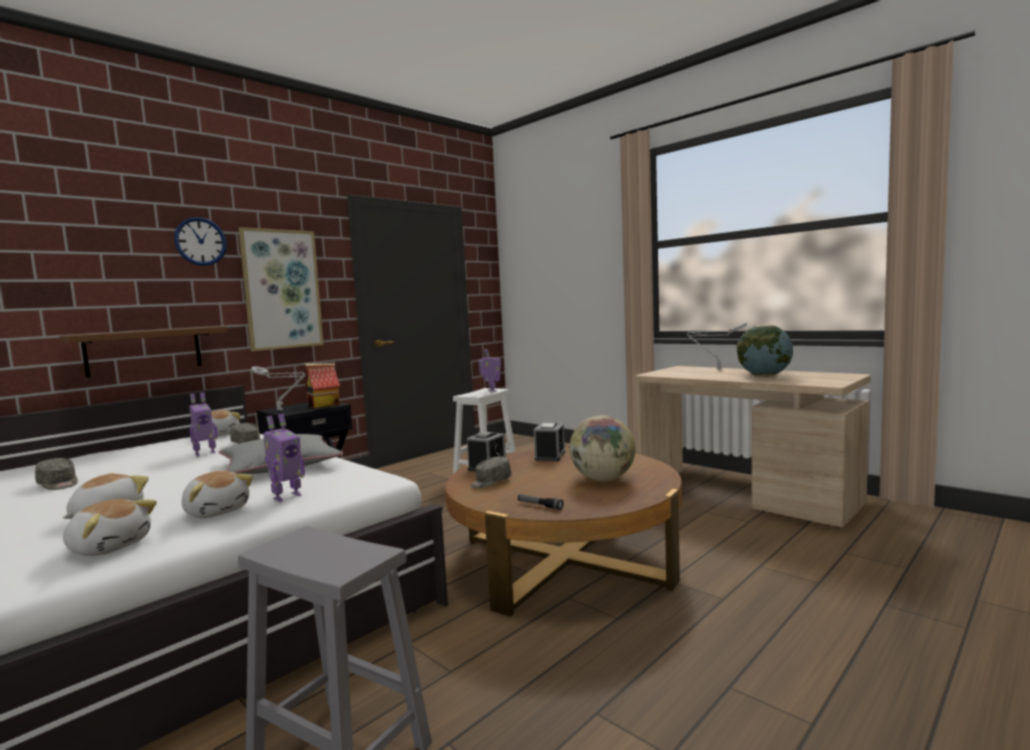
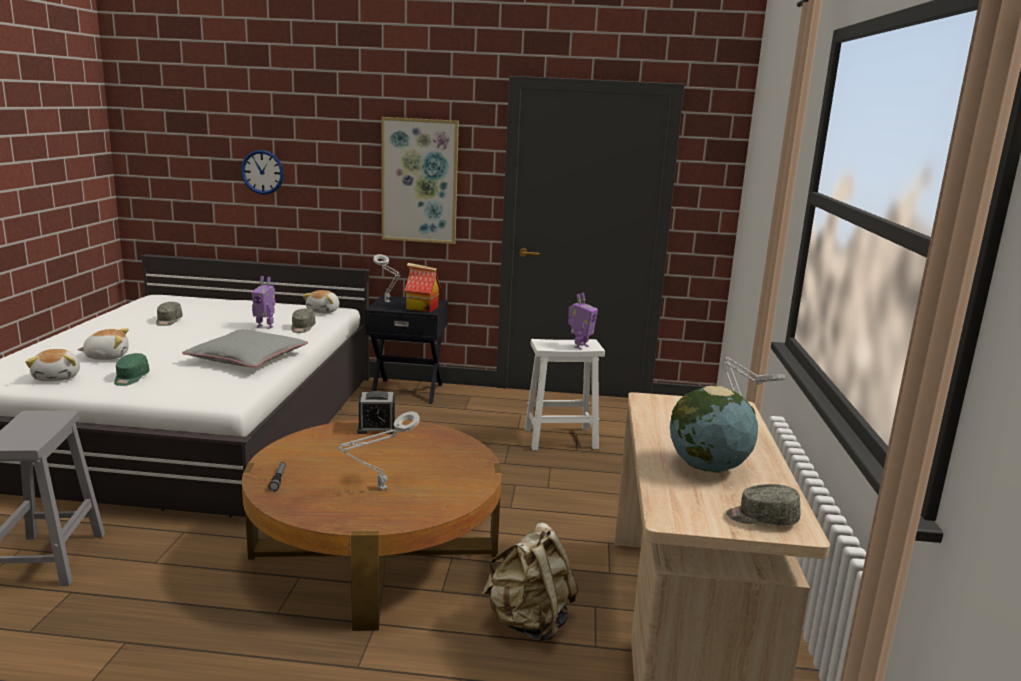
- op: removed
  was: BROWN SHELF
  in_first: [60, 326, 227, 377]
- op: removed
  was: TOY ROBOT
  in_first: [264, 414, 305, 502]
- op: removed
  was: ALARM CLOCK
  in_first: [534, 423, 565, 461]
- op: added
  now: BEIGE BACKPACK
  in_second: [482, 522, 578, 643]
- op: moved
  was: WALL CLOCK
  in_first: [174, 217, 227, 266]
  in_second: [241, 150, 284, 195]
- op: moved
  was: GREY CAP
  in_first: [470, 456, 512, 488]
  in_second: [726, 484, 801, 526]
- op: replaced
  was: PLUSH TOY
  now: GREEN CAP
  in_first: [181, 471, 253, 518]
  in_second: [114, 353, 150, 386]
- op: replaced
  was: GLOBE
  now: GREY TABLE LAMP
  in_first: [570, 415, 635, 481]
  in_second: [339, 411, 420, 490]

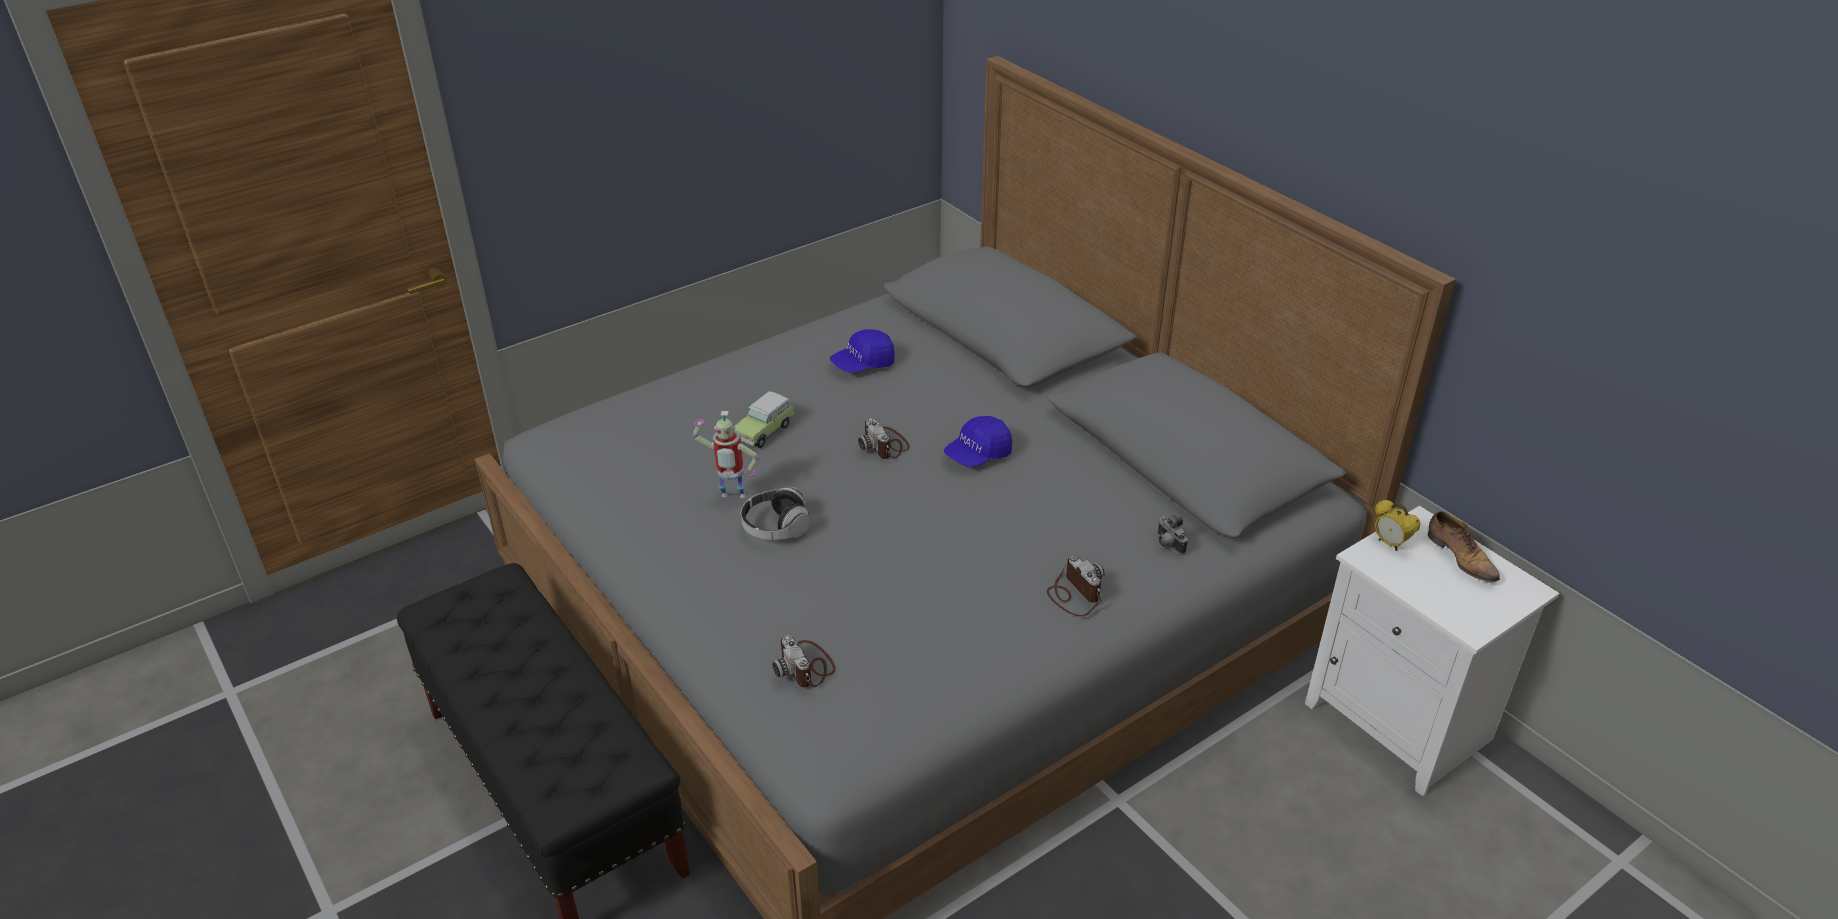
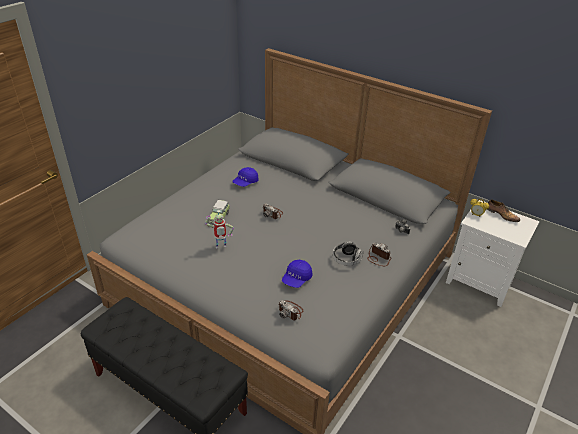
- op: moved
  was: HEADPHONES
  in_first: [741, 487, 810, 540]
  in_second: [333, 241, 363, 266]
- op: moved
  was: BLUE CAP
  in_first: [944, 416, 1012, 467]
  in_second: [282, 260, 312, 288]

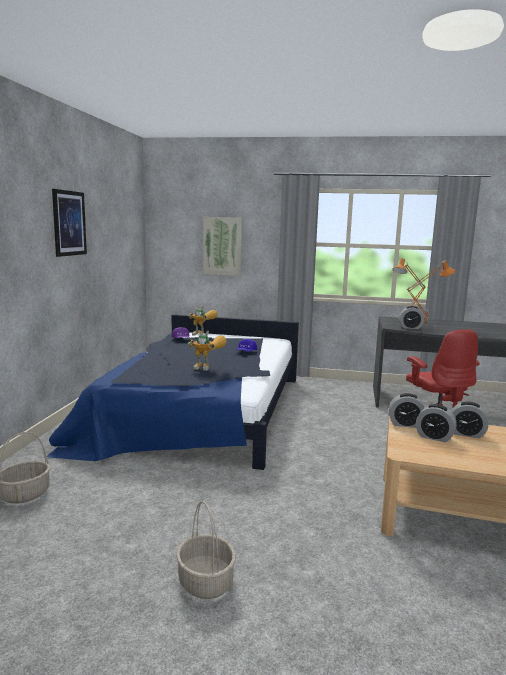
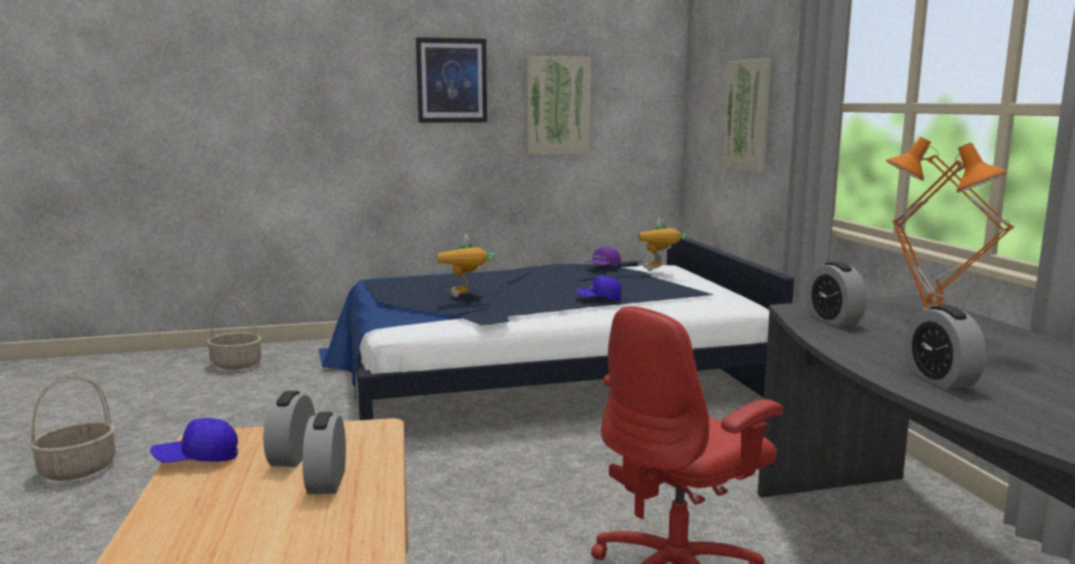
- op: added
  now: BLUE CAP
  in_second: [150, 418, 238, 463]
- op: added
  now: PICTURE
  in_second: [526, 56, 591, 155]
- op: moved
  was: ALARM CLOCK
  in_first: [389, 393, 424, 428]
  in_second: [905, 305, 986, 389]

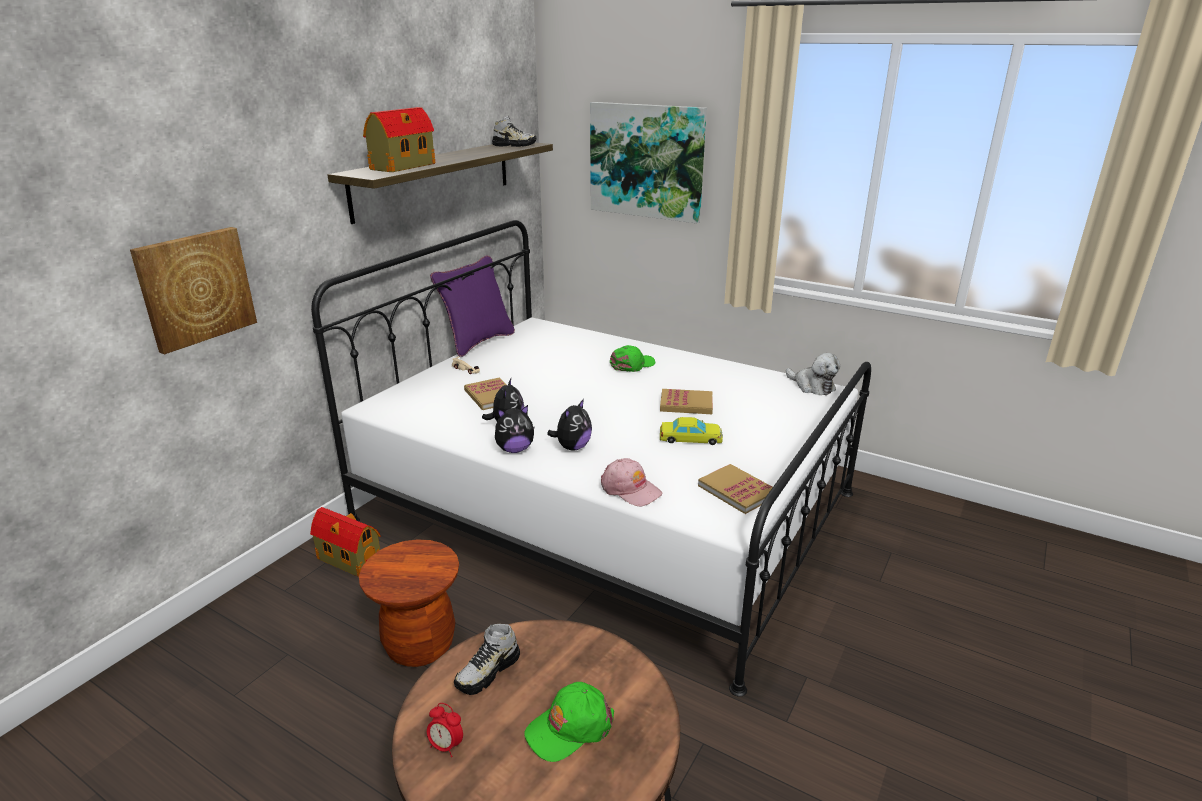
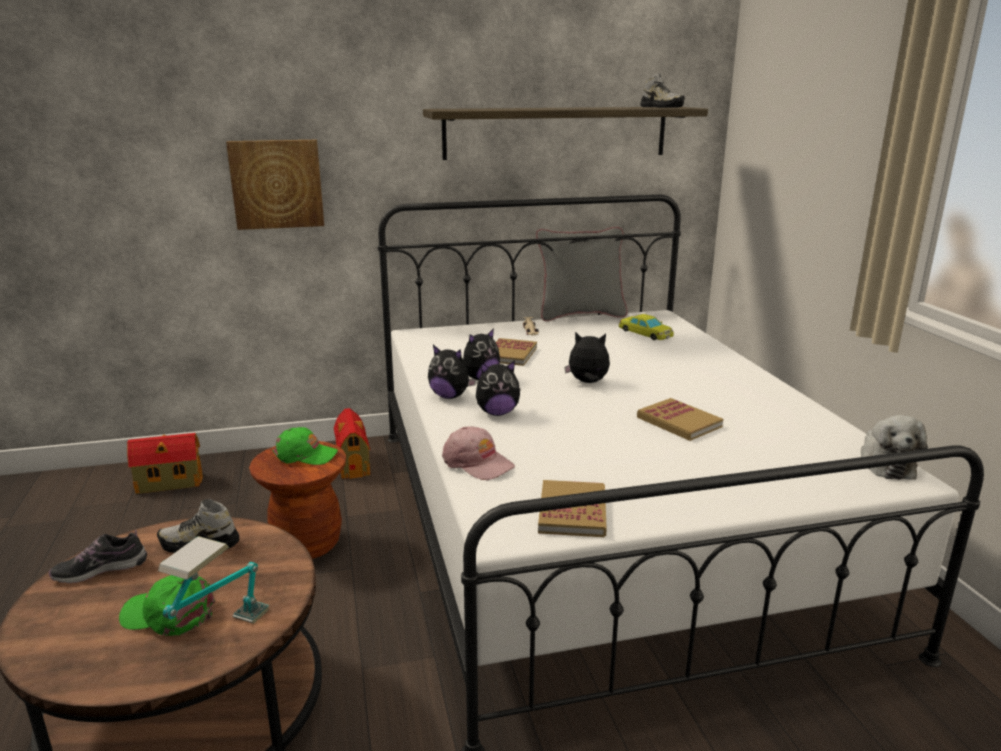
- op: removed
  was: PICTURE
  in_first: [590, 102, 707, 223]
- op: added
  now: TABLE LAMP
  in_second: [158, 536, 269, 624]
- op: added
  now: PLUSH TOY
  in_second: [564, 332, 610, 383]
- op: moved
  was: TOY HOUSE
  in_first: [363, 107, 435, 172]
  in_second: [127, 433, 203, 494]
- op: moved
  was: GREEN CAP
  in_first: [610, 345, 655, 372]
  in_second: [273, 427, 338, 465]
- op: moved
  was: YELLOW TOY CAR
  in_first: [660, 417, 723, 445]
  in_second: [618, 314, 674, 340]
- op: replaced
  was: ALARM CLOCK
  now: SHOE
  in_first: [427, 703, 463, 757]
  in_second: [49, 530, 147, 583]
- op: recoloured
  was: PURPLE PILLOW
  now: GREY PILLOW
  in_first: [430, 256, 515, 357]
  in_second: [536, 227, 628, 321]
- op: turned
  was: PINK CAP
  in_first: [601, 458, 662, 507]
  in_second: [442, 426, 515, 480]
  clockwise: -45

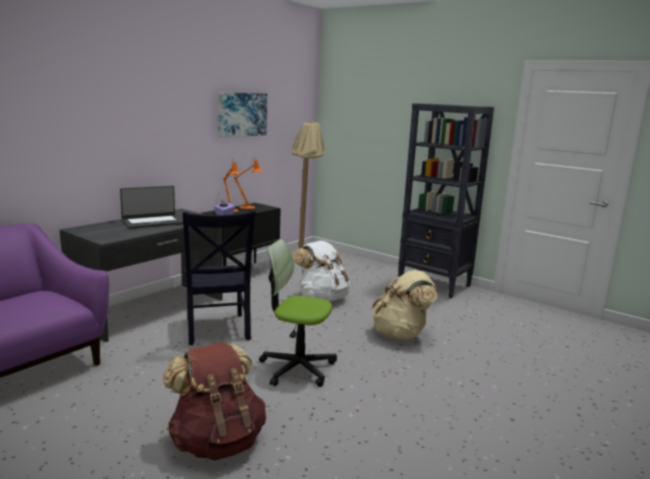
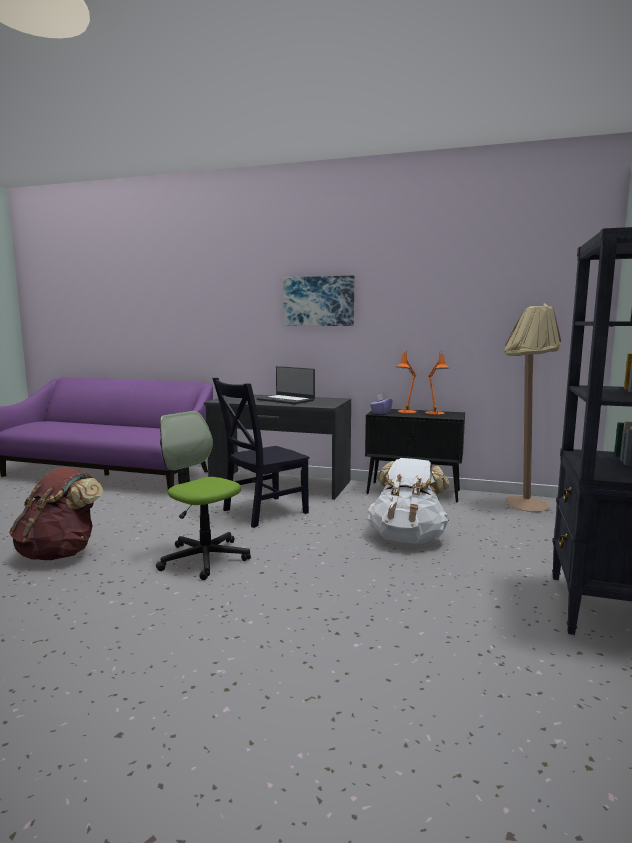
- op: removed
  was: BEIGE BACKPACK
  in_first: [372, 270, 437, 340]
- op: moved
  was: PICTURE
  in_first: [218, 92, 267, 137]
  in_second: [283, 275, 354, 326]
- op: turned
  was: OFFICE CHAIR
  in_first: [259, 239, 337, 387]
  in_second: [156, 411, 251, 580]
  clockwise: -45

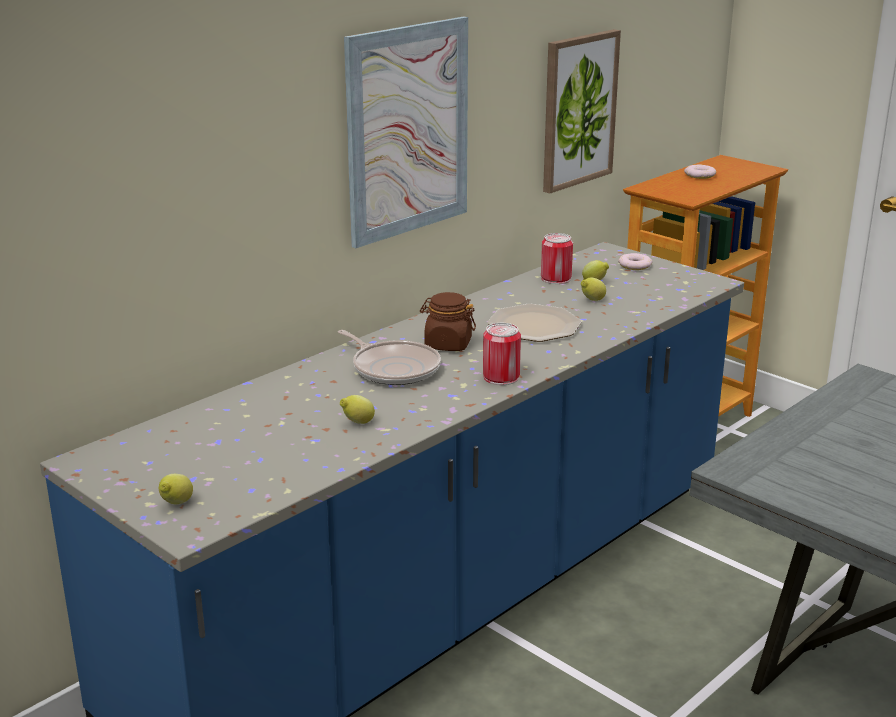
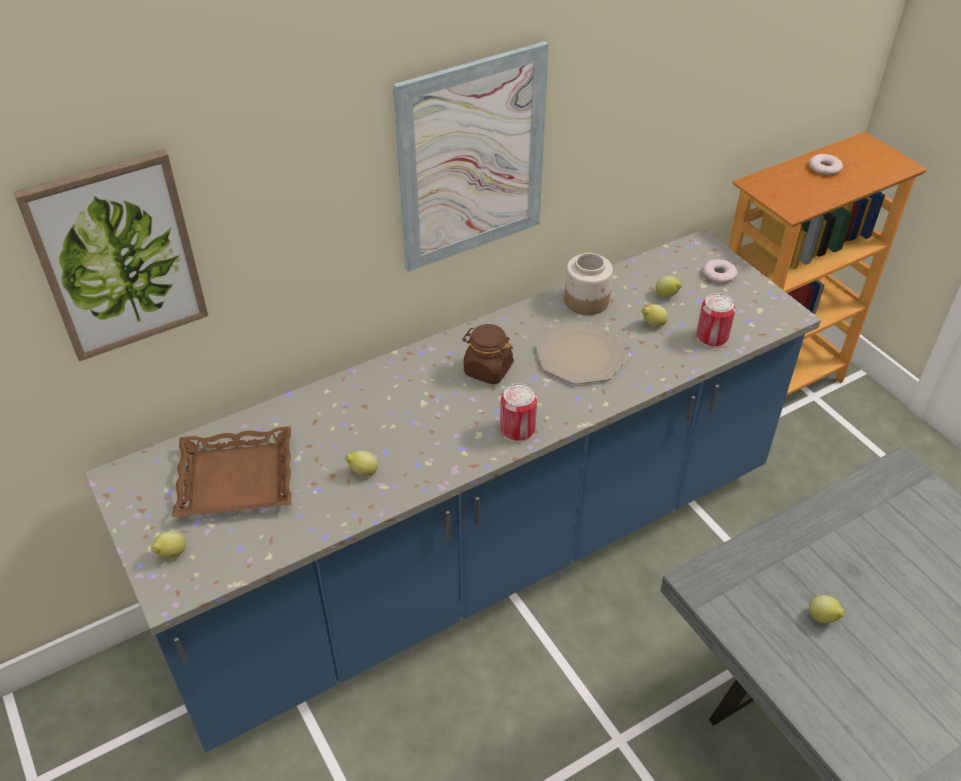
- op: removed
  was: FRYING PAN
  in_first: [338, 330, 441, 385]
- op: added
  now: BROWN TRAY
  in_second: [172, 426, 292, 517]
- op: added
  now: JAR
  in_second: [564, 253, 613, 315]
- op: added
  now: LEMON
  in_second: [809, 595, 845, 623]
- op: moved
  was: CAN
  in_first: [541, 233, 573, 284]
  in_second: [696, 293, 735, 348]
- op: moved
  was: PICTURE
  in_first: [543, 29, 621, 193]
  in_second: [13, 149, 208, 361]

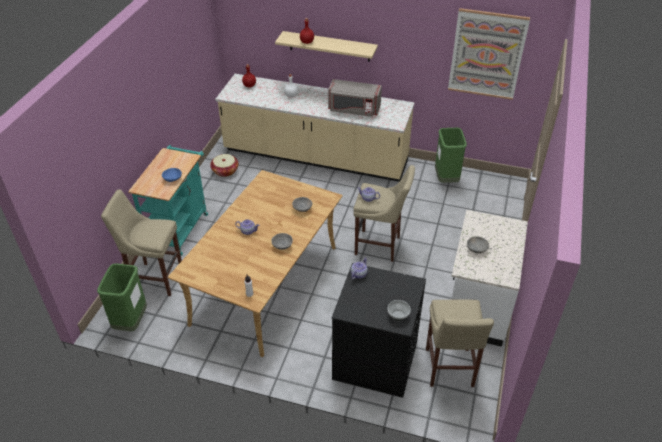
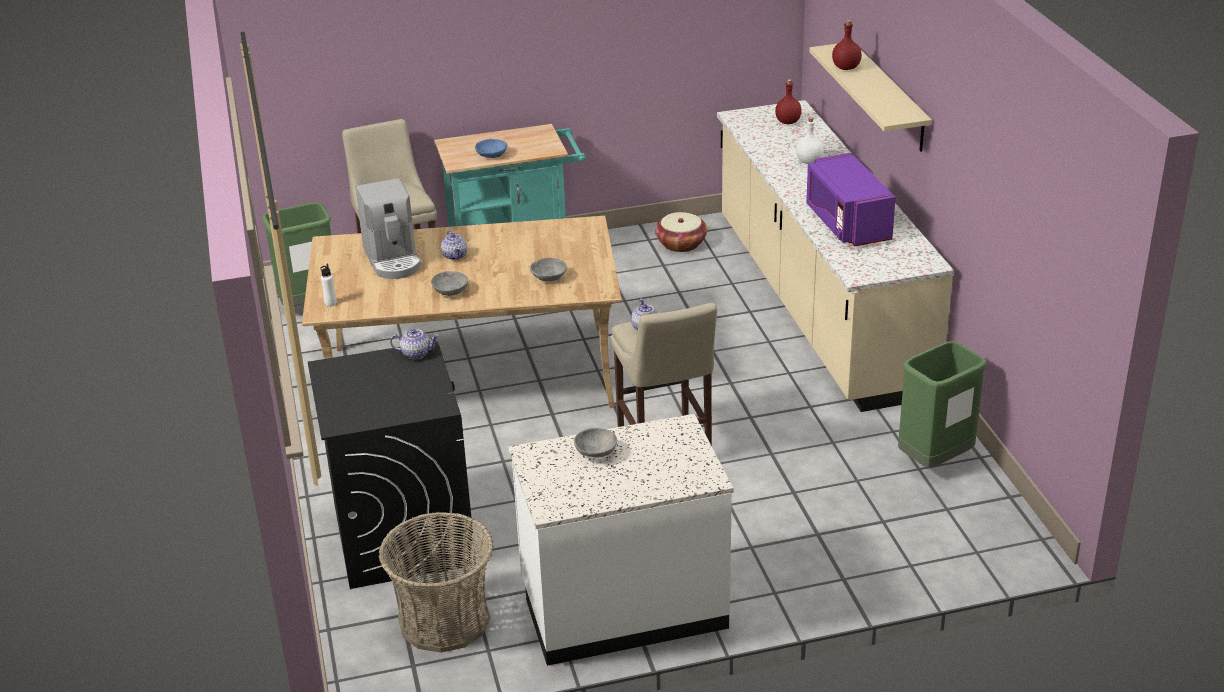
- op: removed
  was: BOWL
  in_first: [387, 300, 411, 321]
- op: removed
  was: PICTURE
  in_first: [448, 8, 530, 100]
- op: added
  now: COFFEE MACHINE
  in_second: [356, 178, 421, 279]
- op: replaced
  was: BEIGE STOOL
  now: BASKET
  in_first: [426, 299, 494, 387]
  in_second: [379, 512, 494, 653]
- op: recoloured
  was: GREY MICROWAVE
  now: PURPLE MICROWAVE
  in_first: [328, 79, 382, 117]
  in_second: [806, 153, 896, 246]

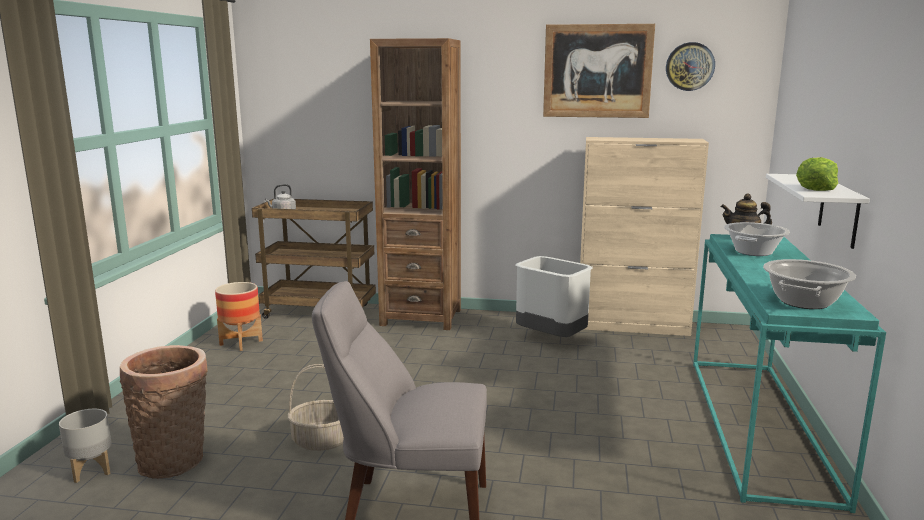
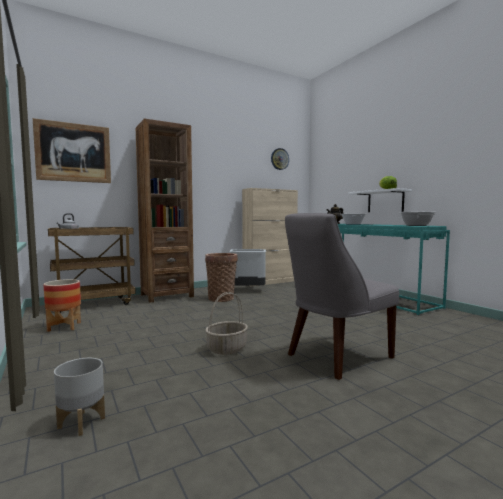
- op: moved
  was: BASKET
  in_first: [120, 345, 208, 479]
  in_second: [205, 253, 238, 302]
- op: moved
  was: PICTURE
  in_first: [543, 24, 655, 118]
  in_second: [33, 118, 111, 183]

